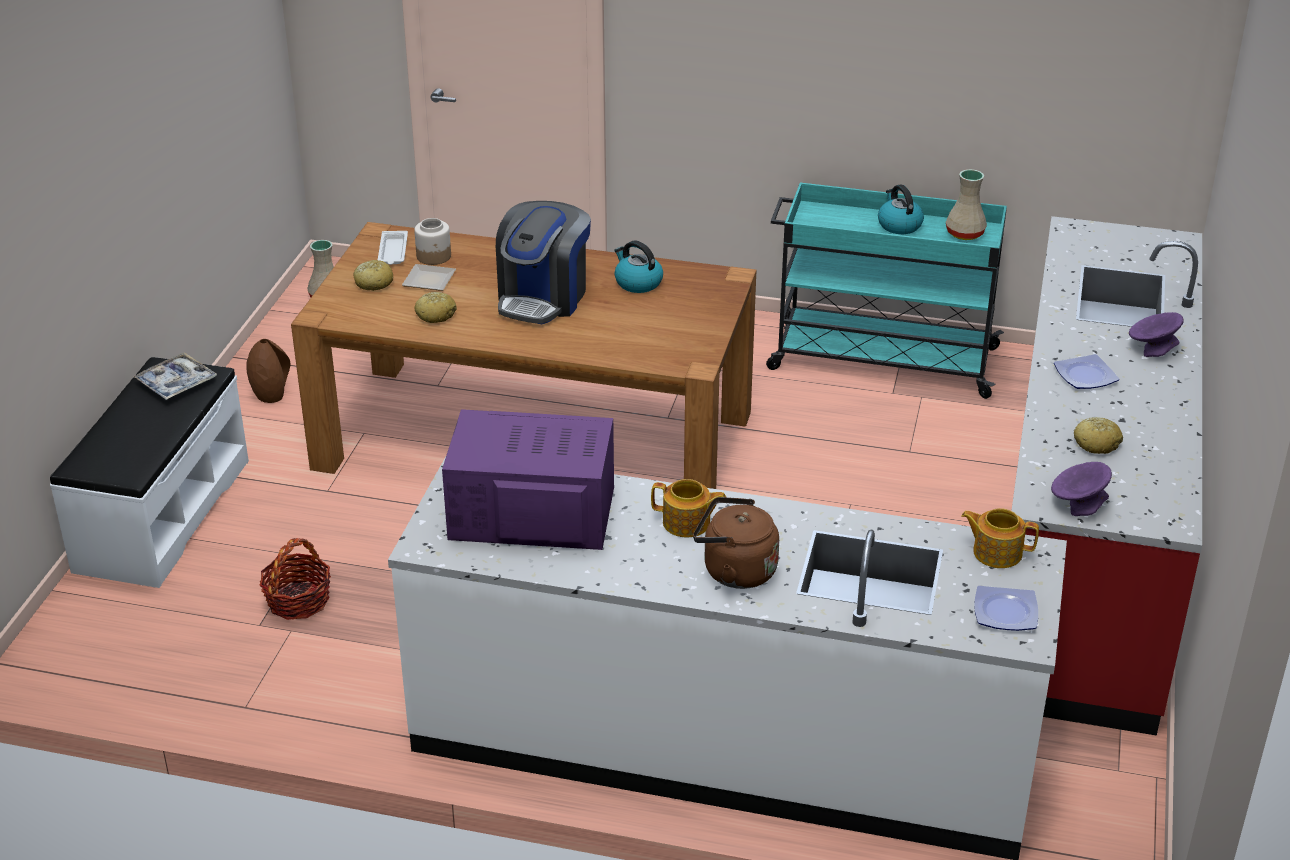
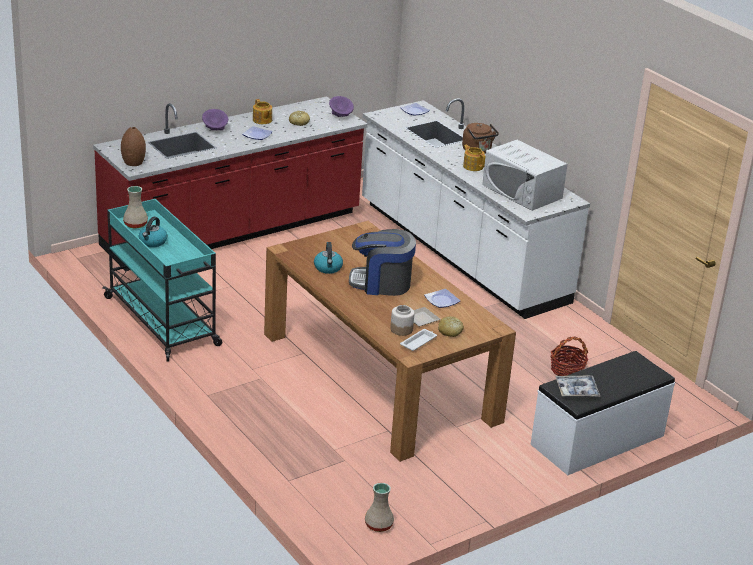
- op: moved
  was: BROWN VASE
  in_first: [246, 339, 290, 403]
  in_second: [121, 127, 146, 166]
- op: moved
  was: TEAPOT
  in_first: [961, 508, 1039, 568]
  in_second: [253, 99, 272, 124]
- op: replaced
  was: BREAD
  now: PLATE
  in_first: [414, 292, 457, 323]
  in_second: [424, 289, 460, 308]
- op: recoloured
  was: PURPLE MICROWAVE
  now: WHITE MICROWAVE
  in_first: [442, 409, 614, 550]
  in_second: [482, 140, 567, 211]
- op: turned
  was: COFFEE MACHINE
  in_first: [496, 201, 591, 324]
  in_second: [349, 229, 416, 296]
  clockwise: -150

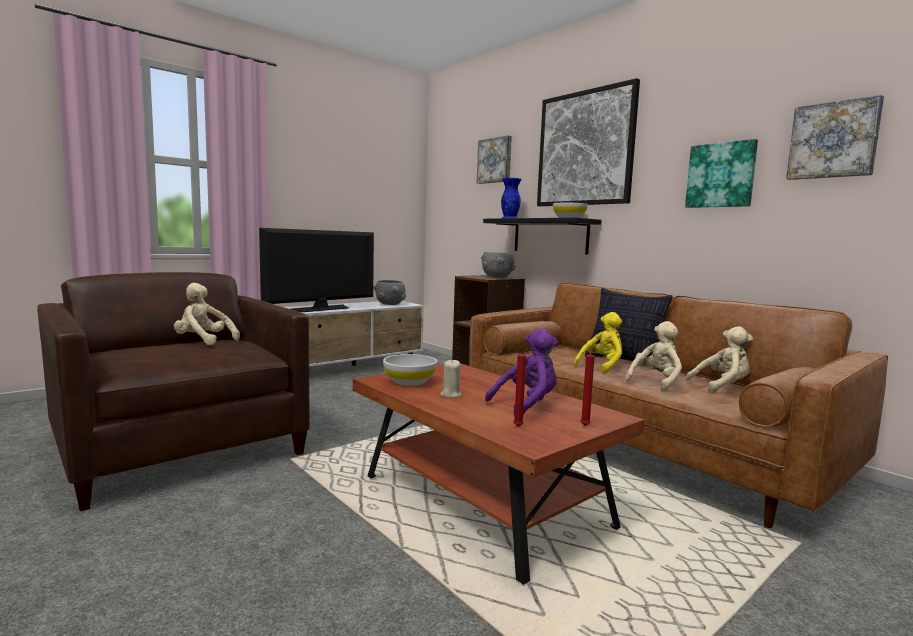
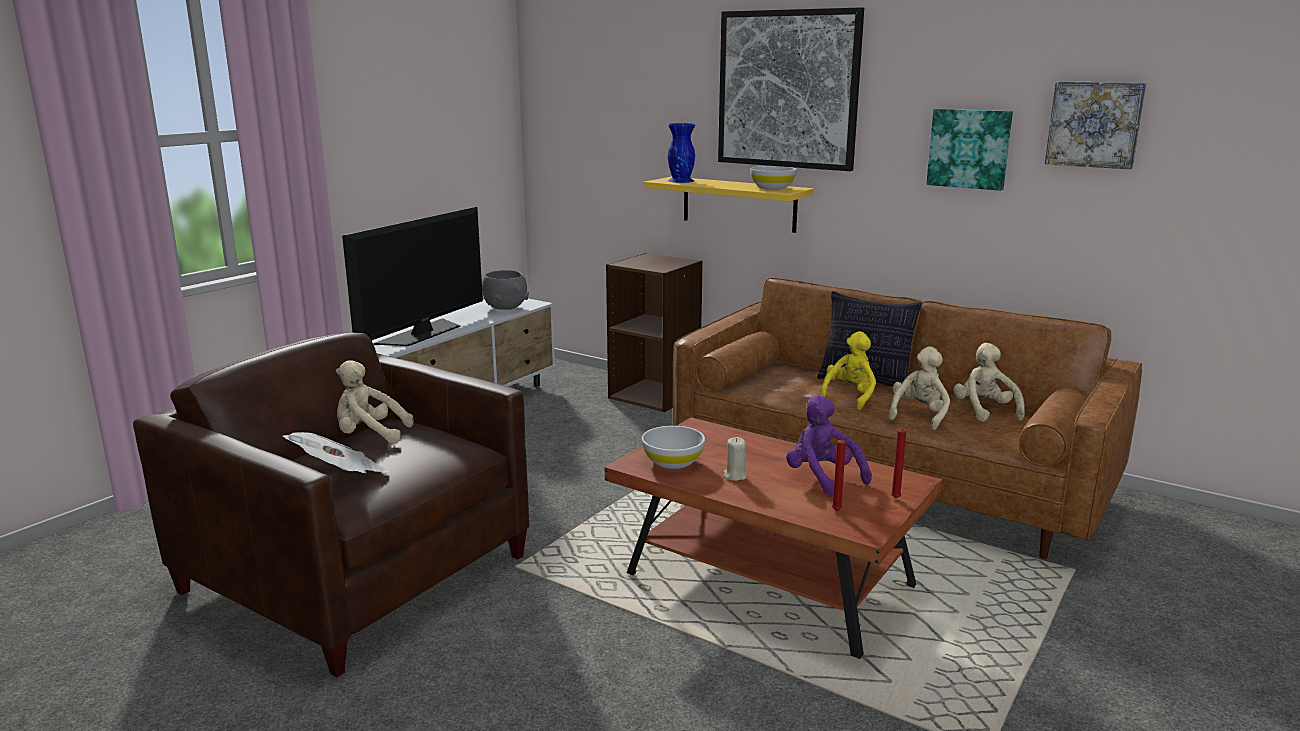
- op: removed
  was: PICTURE
  in_first: [477, 135, 512, 184]
- op: removed
  was: GREY BOWL
  in_first: [481, 252, 516, 278]
- op: added
  now: NEWSPAPER
  in_second: [283, 432, 390, 473]
- op: recoloured
  was: BLACK SHELF
  now: YELLOW SHELF
  in_first: [483, 218, 602, 255]
  in_second: [643, 177, 814, 233]
- op: turned
  was: PURPLE PLUSH TOY
  in_first: [485, 328, 558, 415]
  in_second: [786, 395, 872, 495]
  clockwise: -75
- op: turned
  was: BEIGE PLUSH TOY
  in_first: [686, 327, 753, 393]
  in_second: [953, 343, 1025, 422]
  clockwise: -75

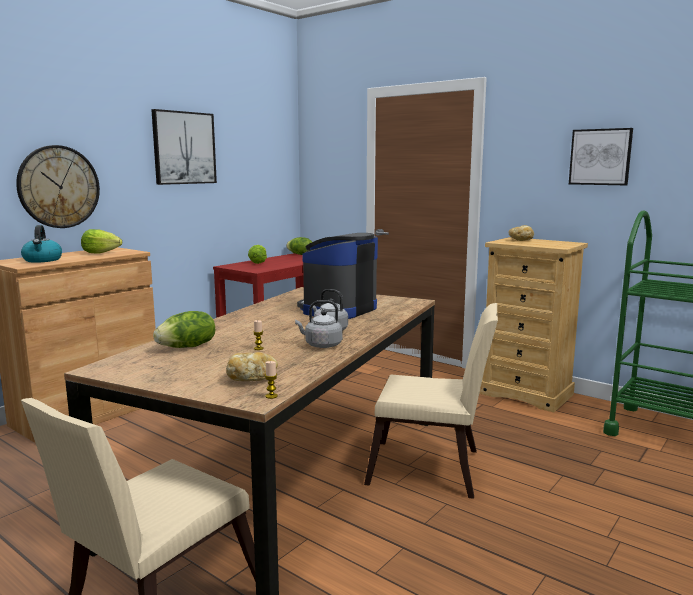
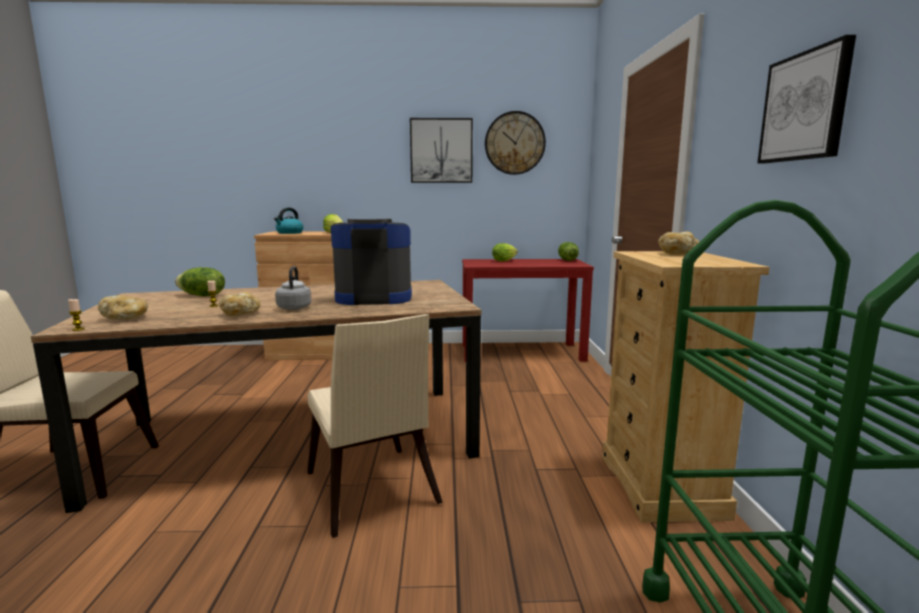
- op: moved
  was: WALL CLOCK
  in_first: [16, 145, 100, 228]
  in_second: [485, 111, 546, 175]
- op: replaced
  was: GREY KETTLE
  now: BREAD
  in_first: [295, 300, 342, 348]
  in_second: [219, 292, 260, 316]

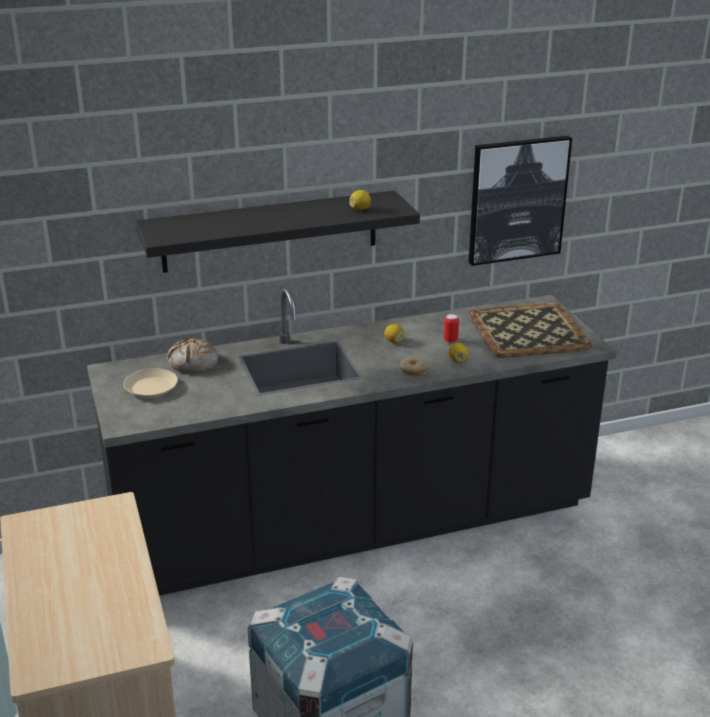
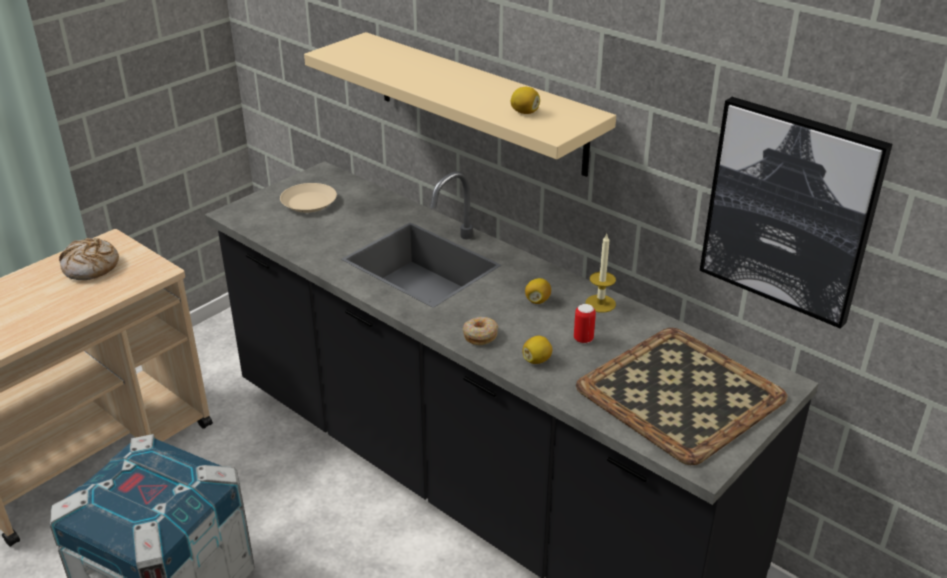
- op: added
  now: CANDLE
  in_second: [585, 234, 616, 313]
- op: moved
  was: BREAD
  in_first: [167, 338, 218, 372]
  in_second: [59, 238, 119, 280]
- op: recoloured
  was: BLACK SHELF
  now: BEIGE SHELF
  in_first: [135, 191, 420, 273]
  in_second: [304, 32, 616, 177]

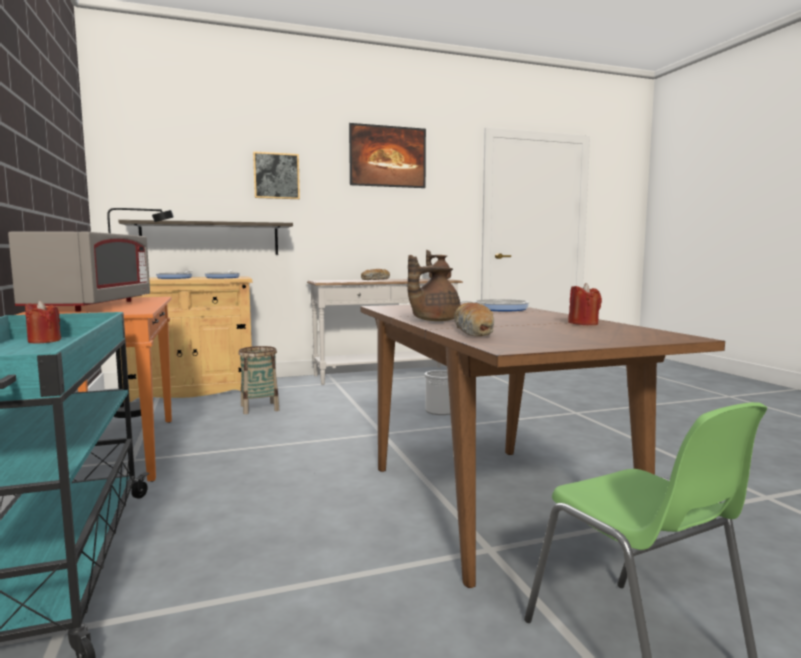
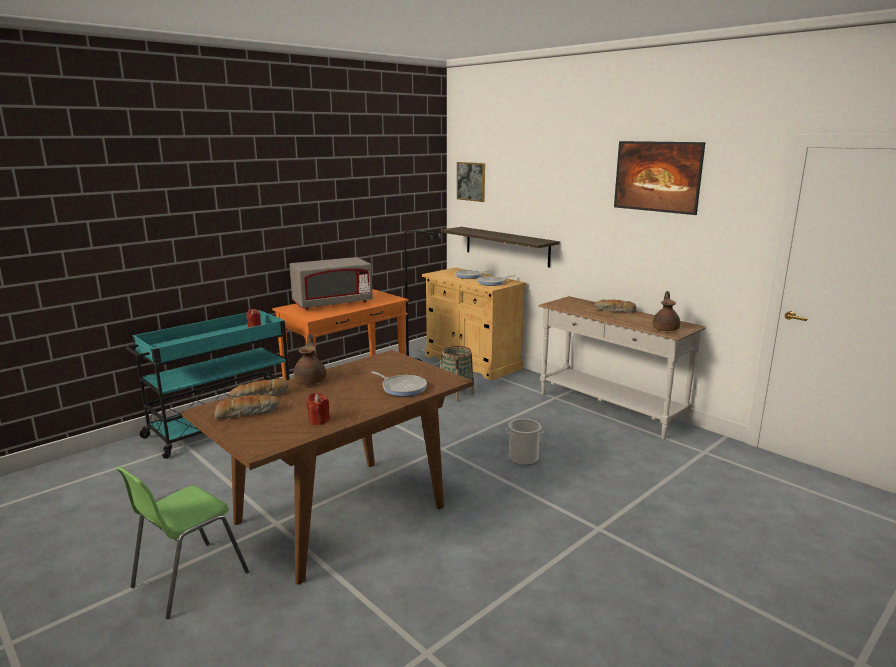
- op: added
  now: BREAD
  in_second: [215, 395, 279, 420]
- op: moved
  was: PICTURE
  in_first: [253, 151, 300, 199]
  in_second: [457, 162, 485, 202]
- op: turned
  was: BROWN TEAPOT
  in_first: [407, 255, 460, 321]
  in_second: [294, 334, 326, 385]
  clockwise: 60

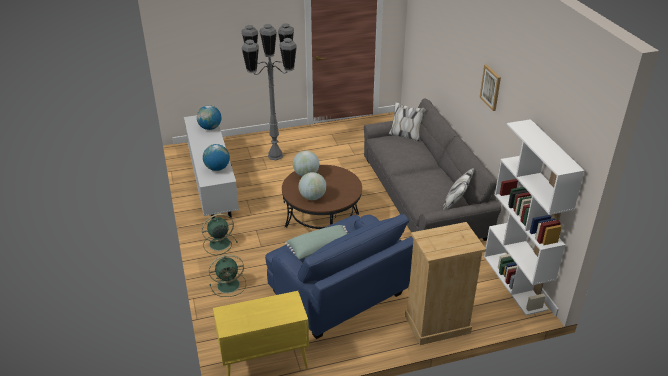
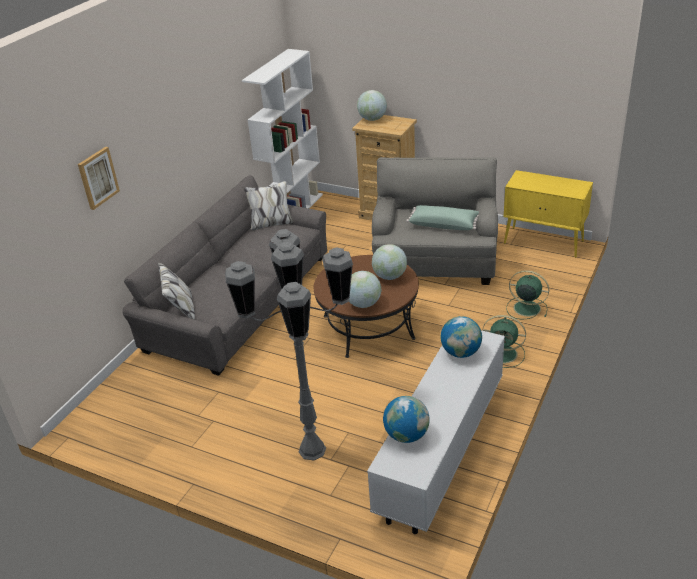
- op: added
  now: GLOBE
  in_second: [357, 90, 387, 121]
- op: moved
  was: PICTURE
  in_first: [480, 65, 501, 111]
  in_second: [78, 147, 120, 210]
- op: recoloured
  was: BLUE ARMCHAIR
  now: GREY ARMCHAIR
  in_first: [265, 213, 414, 339]
  in_second: [372, 157, 498, 285]

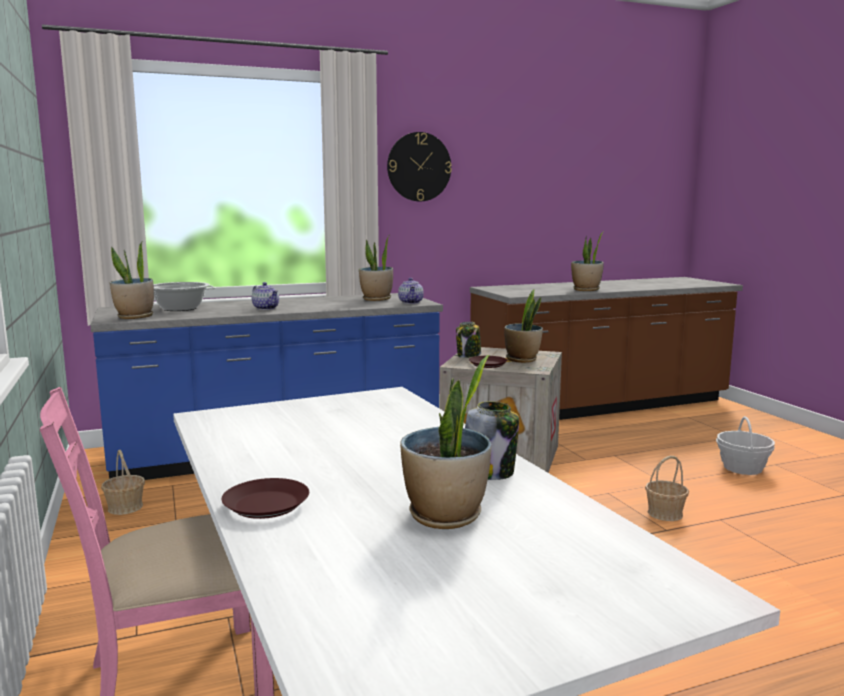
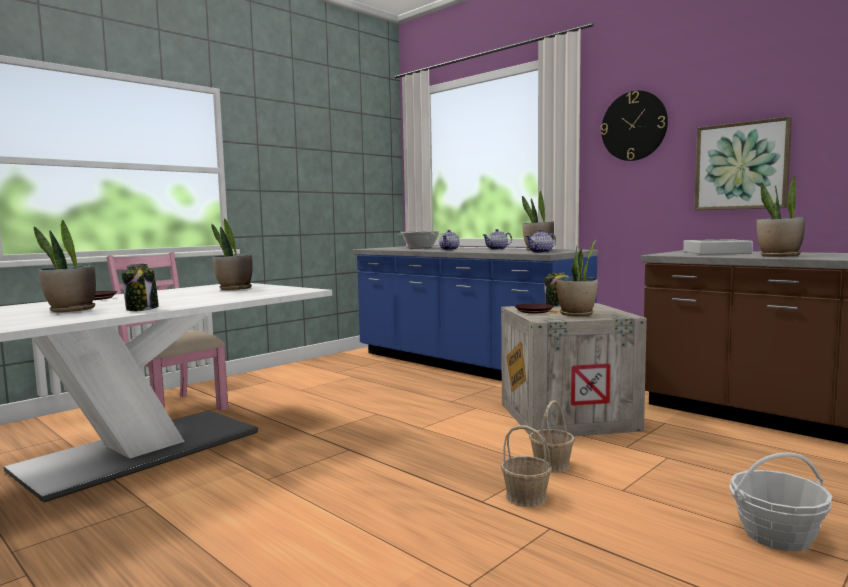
- op: added
  now: TEAPOT
  in_second: [483, 229, 512, 250]
- op: added
  now: GREY TRAY
  in_second: [683, 239, 753, 255]
- op: added
  now: PICTURE
  in_second: [694, 116, 792, 210]
- op: moved
  was: BASKET
  in_first: [101, 450, 145, 515]
  in_second: [529, 400, 575, 472]
- op: moved
  was: POTTED PLANT
  in_first: [110, 242, 154, 319]
  in_second: [211, 219, 252, 290]

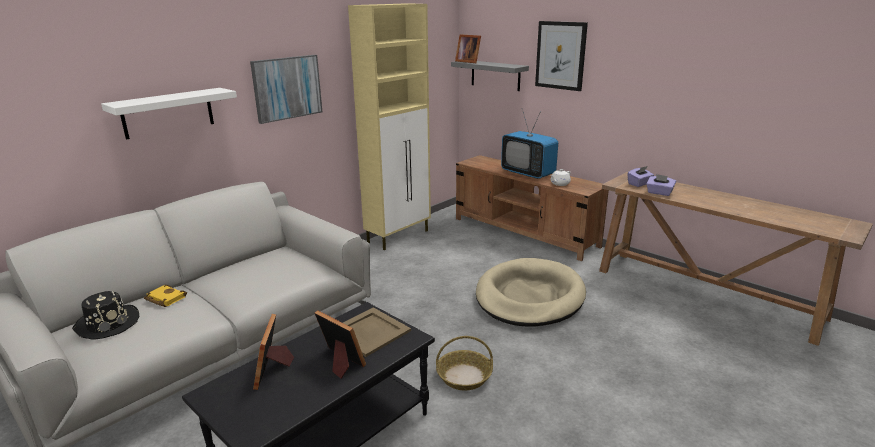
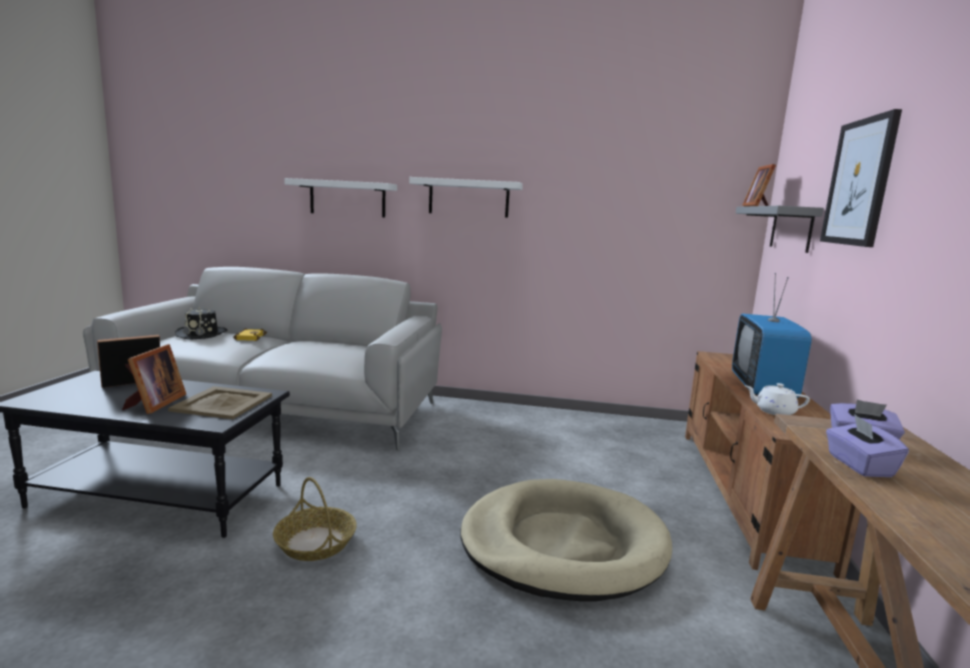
- op: removed
  was: BEIGE CABINET
  in_first: [348, 4, 431, 250]
- op: replaced
  was: PICTURE
  now: WHITE SHELF
  in_first: [250, 55, 322, 124]
  in_second: [409, 177, 523, 218]

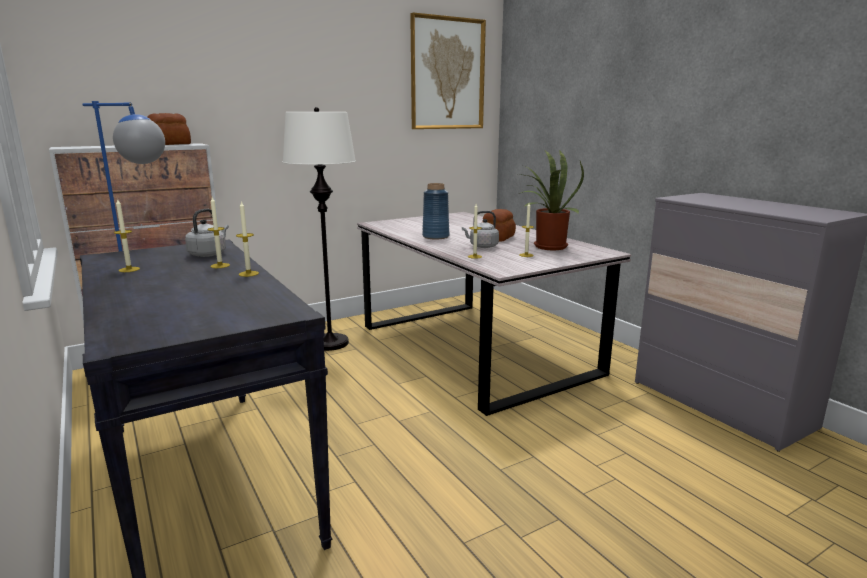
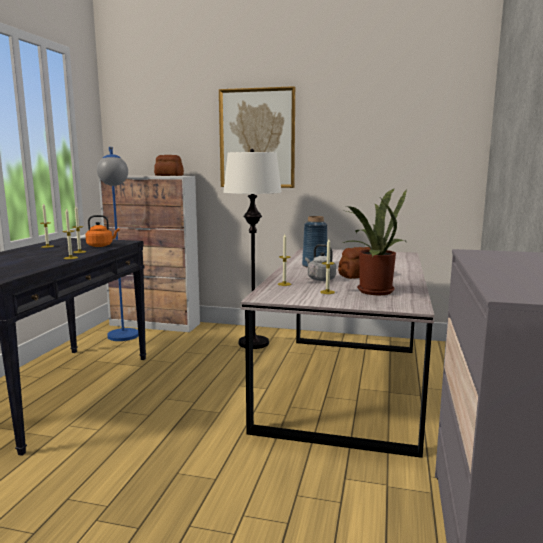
- op: moved
  was: PICTURE
  in_first: [410, 12, 486, 129]
  in_second: [219, 86, 295, 188]
- op: recoloured
  was: GREY KETTLE
  now: ORANGE KETTLE
  in_first: [185, 209, 229, 257]
  in_second: [86, 215, 120, 247]

